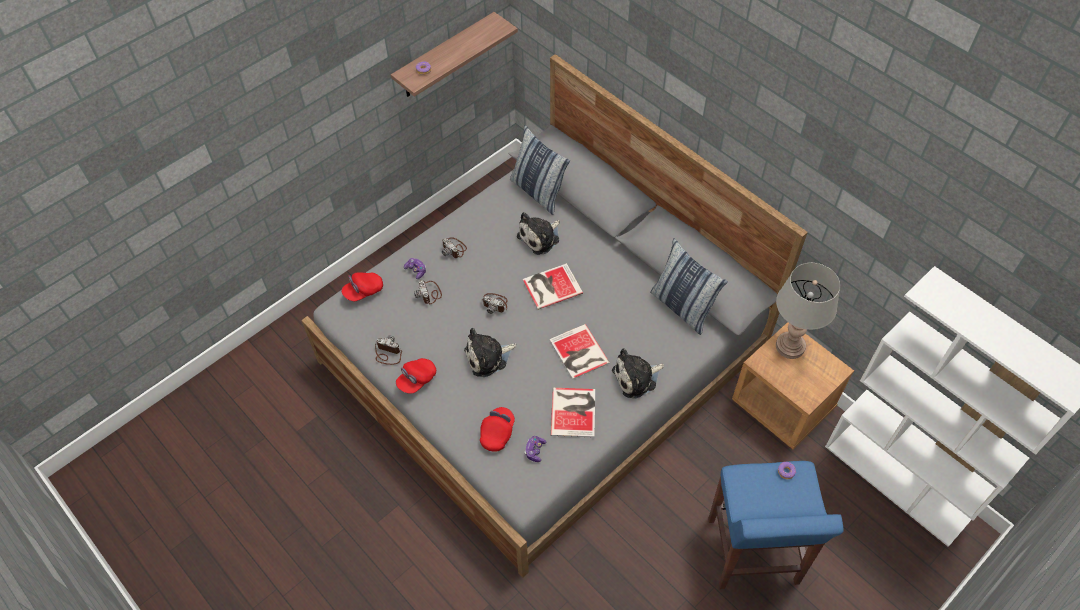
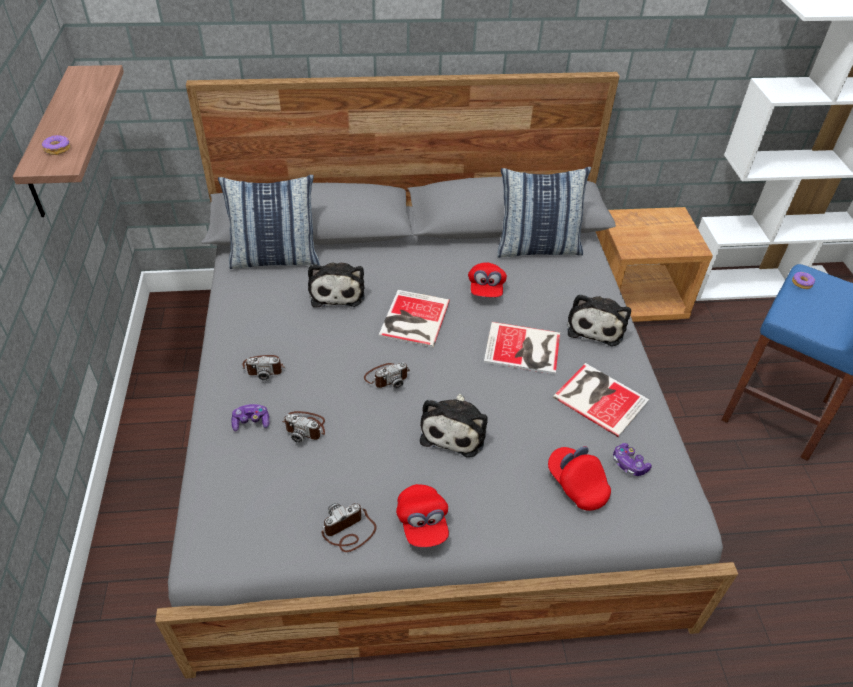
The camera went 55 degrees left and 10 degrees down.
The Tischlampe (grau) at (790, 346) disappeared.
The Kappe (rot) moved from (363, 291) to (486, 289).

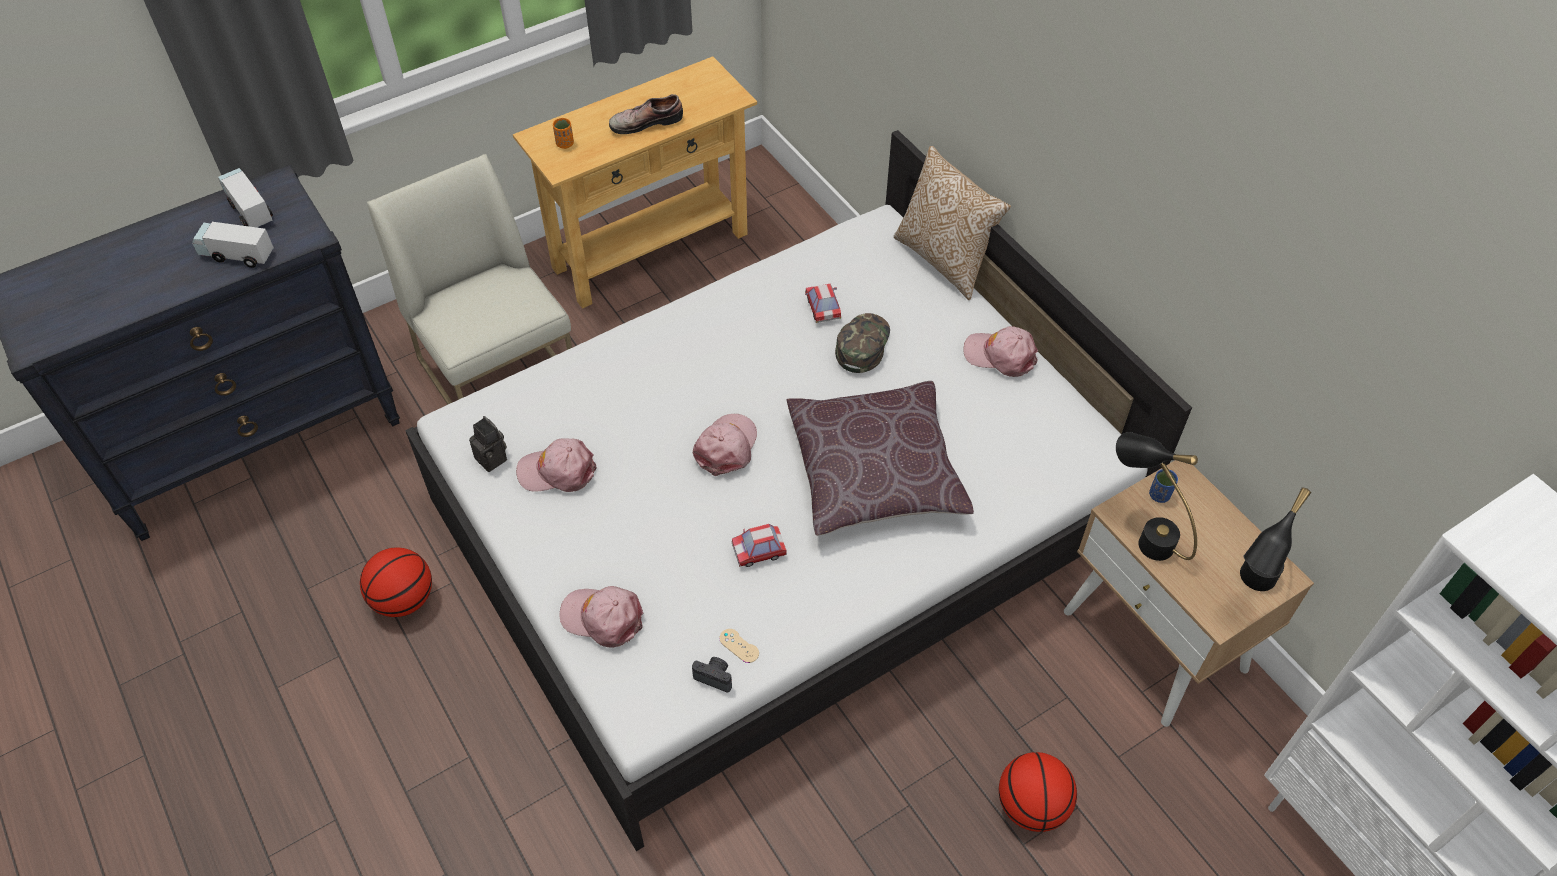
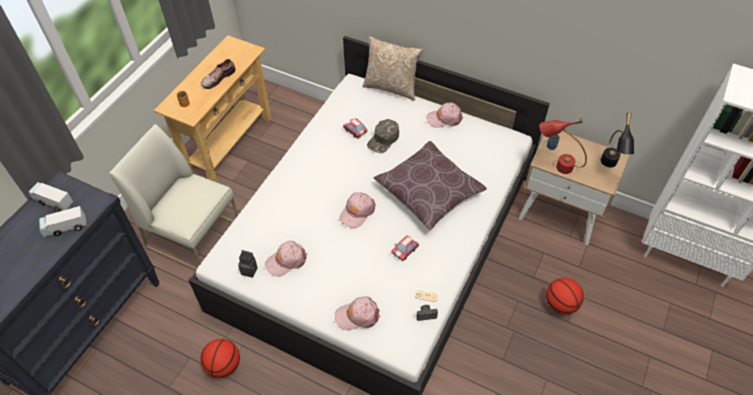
The camera went 30 degrees left and 0 degrees up.
The Tischlampe (schwarz) at (1142, 534) became the Tischlampe (rot) at (556, 165).
The Kappe (rosa) at (726, 447) turned 135 degrees counterclockwise.
The Kappe (grün) at (862, 344) turned 135 degrees counterclockwise.

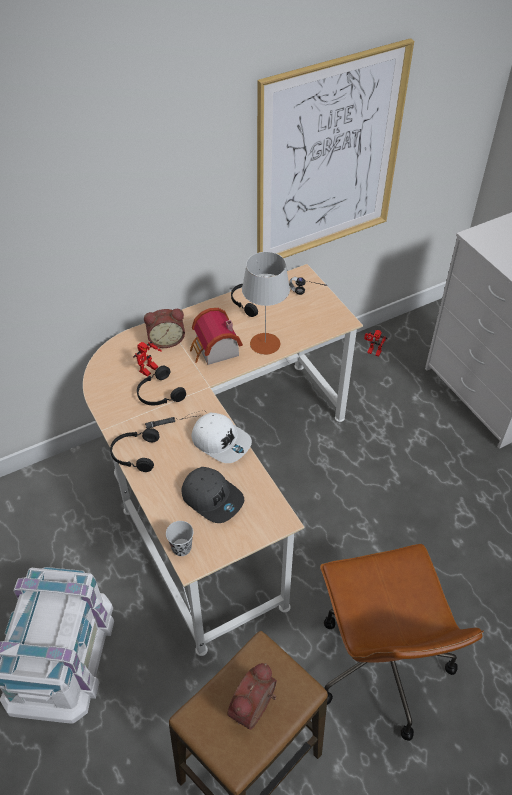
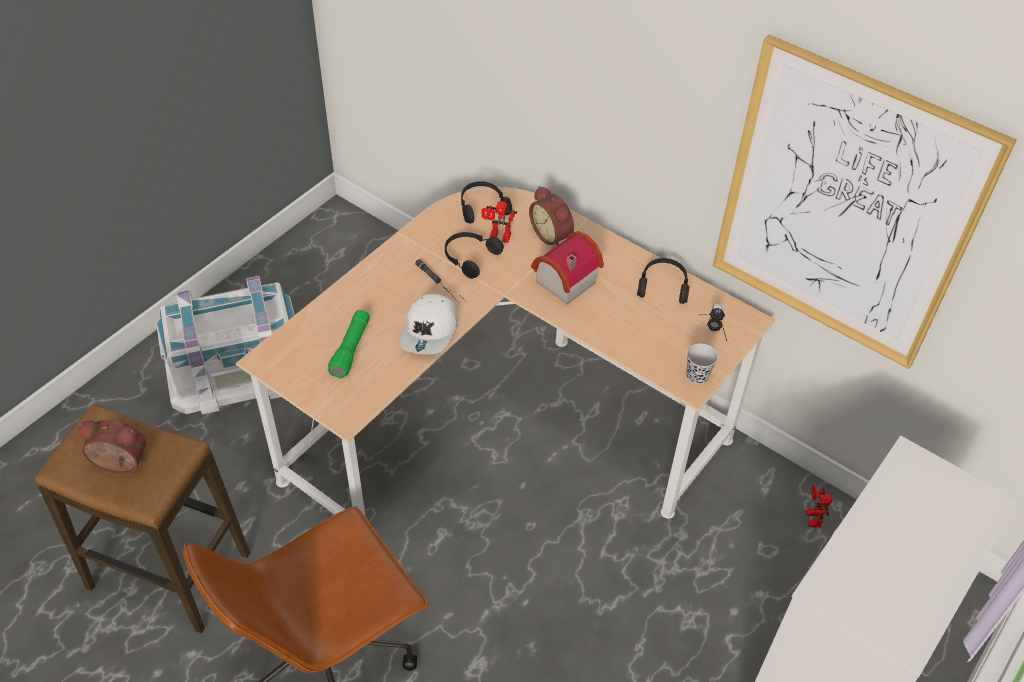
The camera went 65 degrees right and 0 degrees up.
The Tischlampe (grau) at (265, 343) disappeared.
The Kopfhörer (schwarz) moved from (134, 454) to (482, 206).
The Tasse (schwarz) moved from (181, 548) to (697, 376).
The Kappe (grau) at (212, 498) was replaced by the Taschenlampe (grün) at (351, 349).

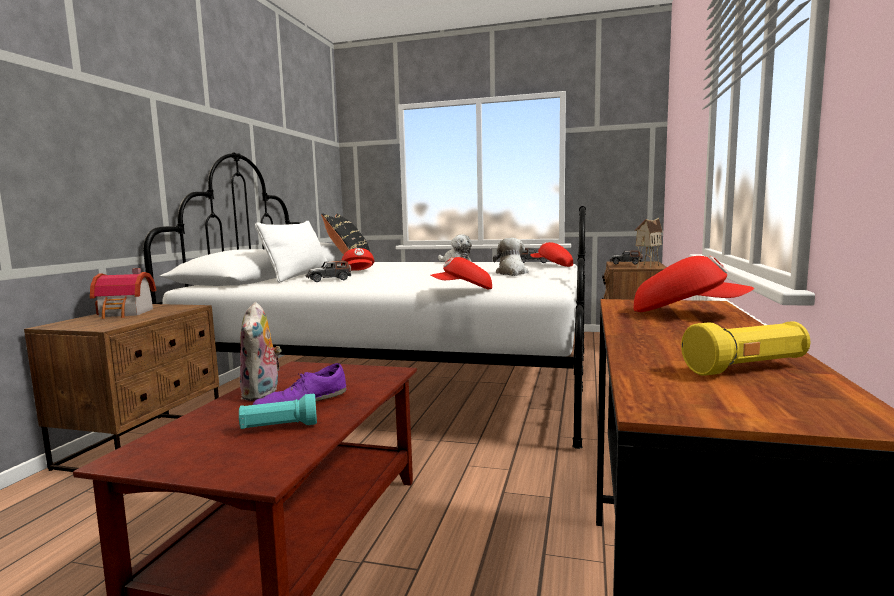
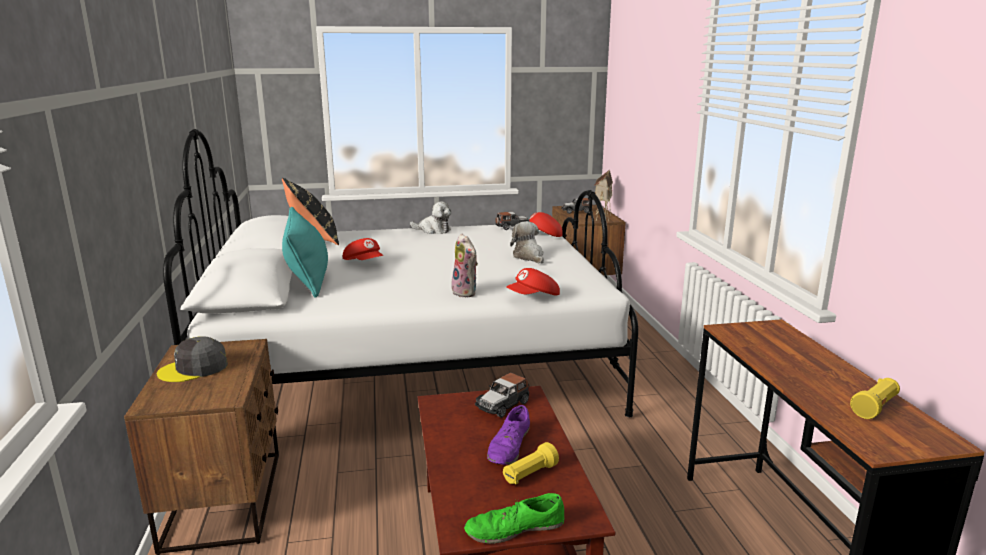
The camera went 25 degrees left and 10 degrees up.
The Kappe (rot) at (687, 313) disappeared.
The Schuh (grün) at (514, 528) appeared.
The Plüschtier moved from (262, 394) to (466, 292).
The Spielzeugauto moved from (329, 280) to (503, 405).
The Spielzeughaus at (126, 313) was replaced by the Kappe (grau) at (194, 368).
The Taschenlampe (türkis) at (279, 427) became the Taschenlampe (gelb) at (529, 474).
The Kissen (weiß) at (298, 276) became the Kissen (türkis) at (308, 278).

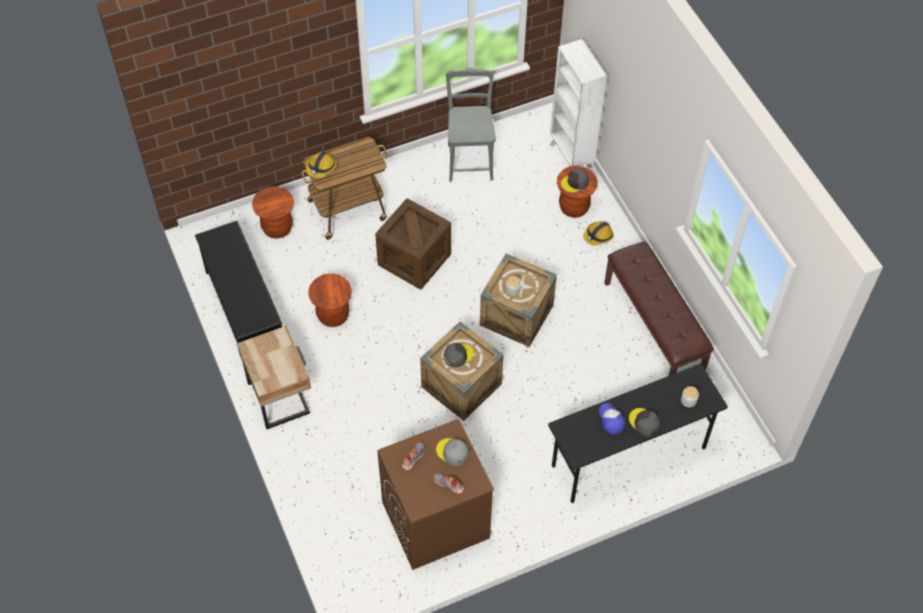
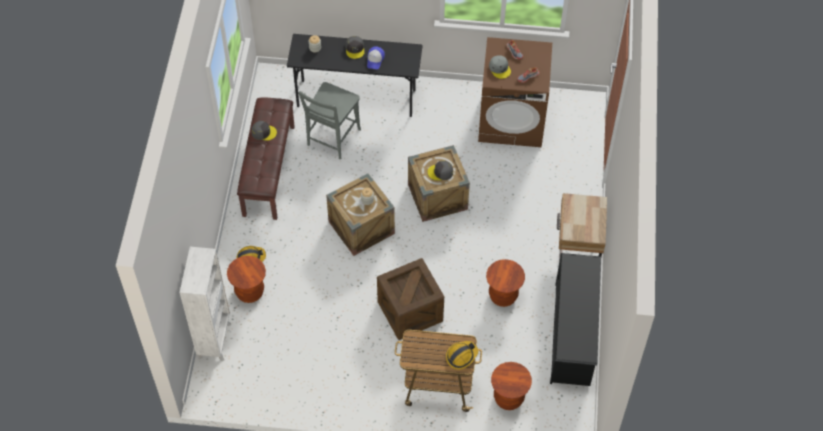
The camera went 150 degrees left and 0 degrees up.
The Stuhl (grau) moved from (470, 159) to (332, 139).
The Kappe (grau) moved from (575, 183) to (263, 132).

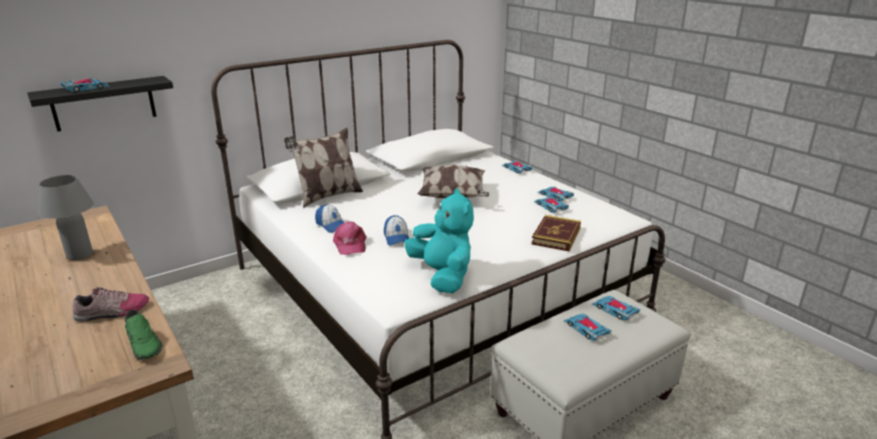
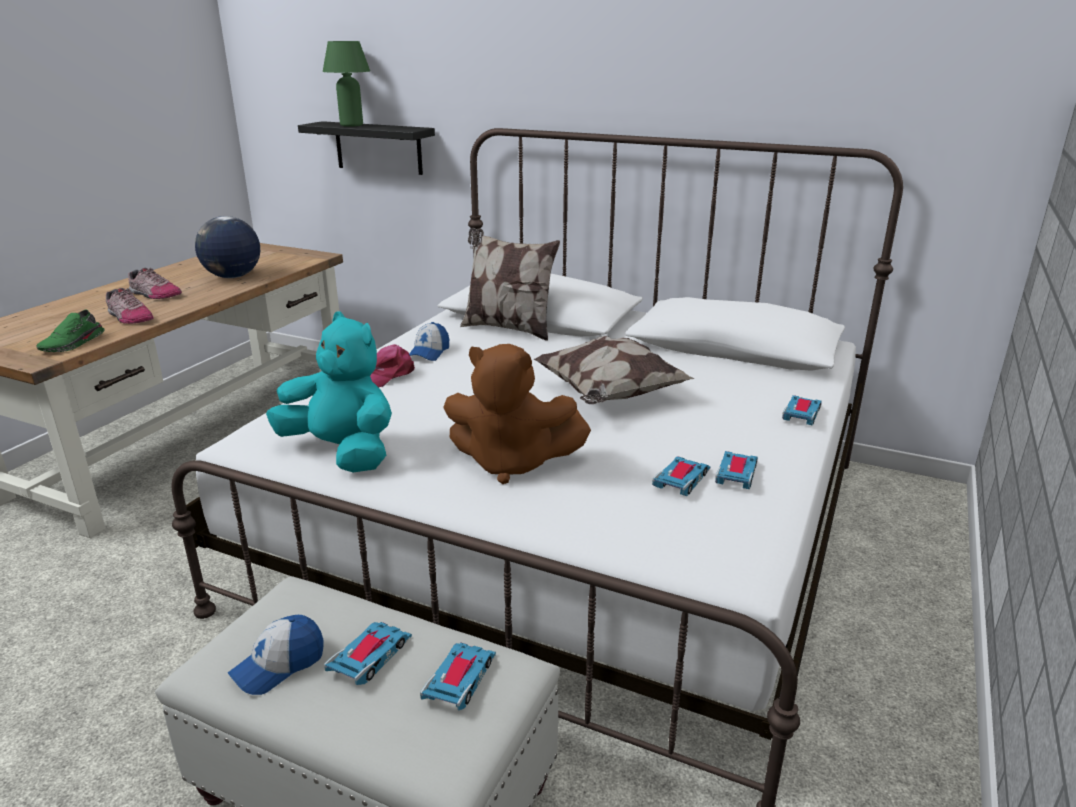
The camera went 60 degrees right and 0 degrees up.
The Buch at (556, 236) disappeared.
The Schuh at (154, 295) appeared.
The Plüschtier (braun) at (511, 463) appeared.
The Kappe moved from (396, 238) to (279, 665).
The Tischlampe (grau) at (80, 255) was replaced by the Globus at (232, 277).
The Spielzeugauto at (86, 88) was replaced by the Tischlampe (grün) at (351, 125).
The Plüschtier (türkis) at (442, 276) turned 90 degrees counterclockwise.

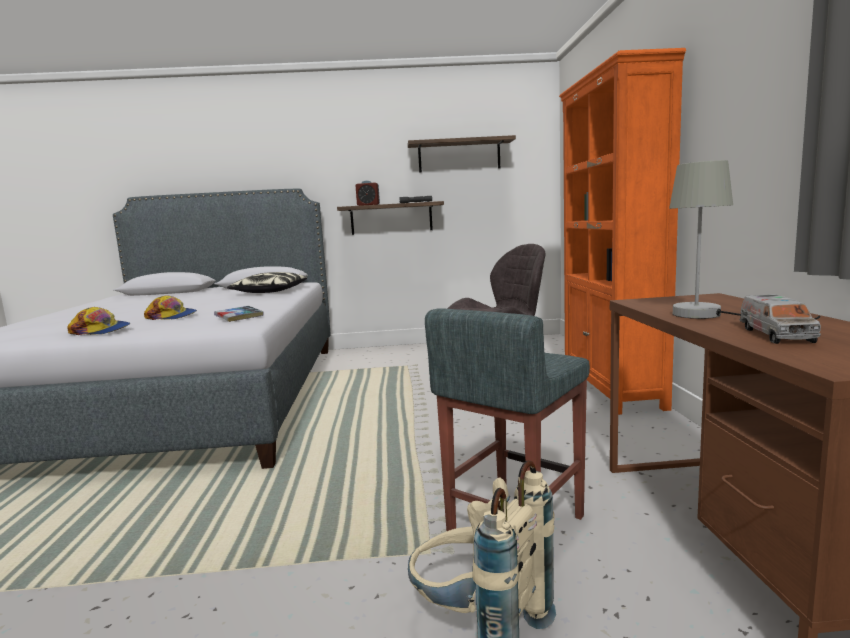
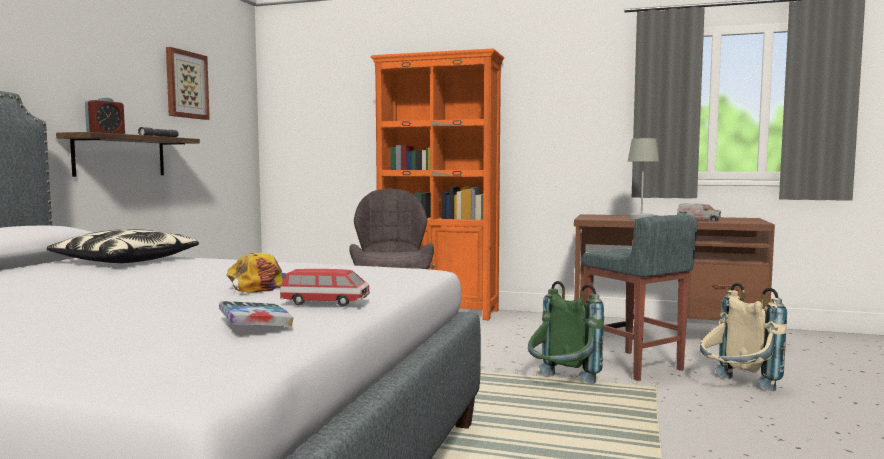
The camera went 70 degrees left and 5 degrees down.
The Rucksack (grün) at (561, 385) appeared.
The Buch moved from (239, 317) to (255, 322).
The Kappe at (101, 331) was replaced by the Spielzeugauto at (325, 303).
The Wandregal at (459, 156) was replaced by the Bild at (186, 85).

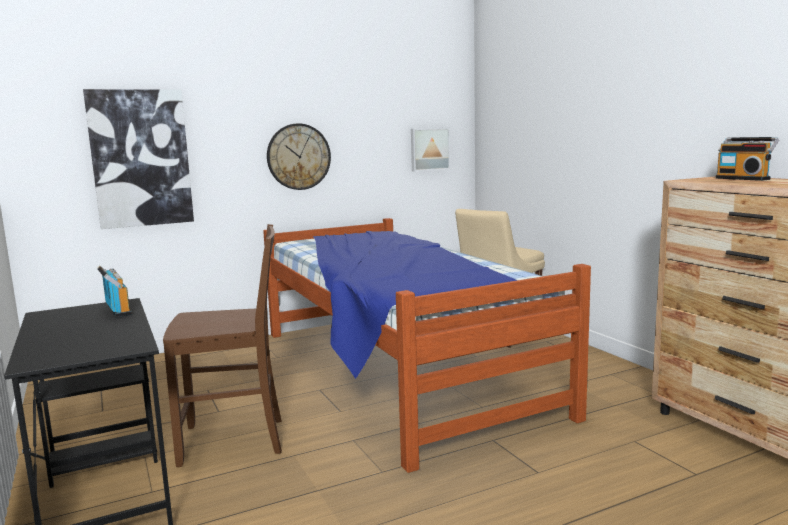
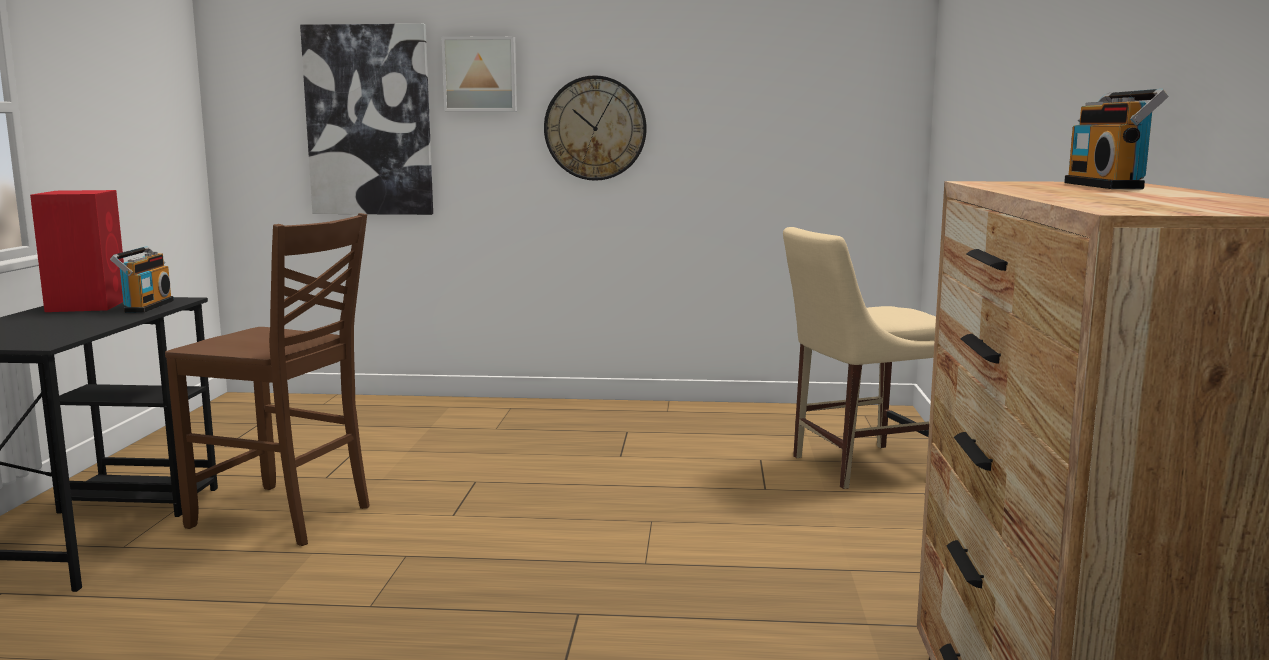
The camera went 30 degrees right and 0 degrees up.
The Bett at (396, 370) disappeared.
The Lautsprecher (rot) at (88, 305) appeared.
The Bild moved from (429, 149) to (480, 74).

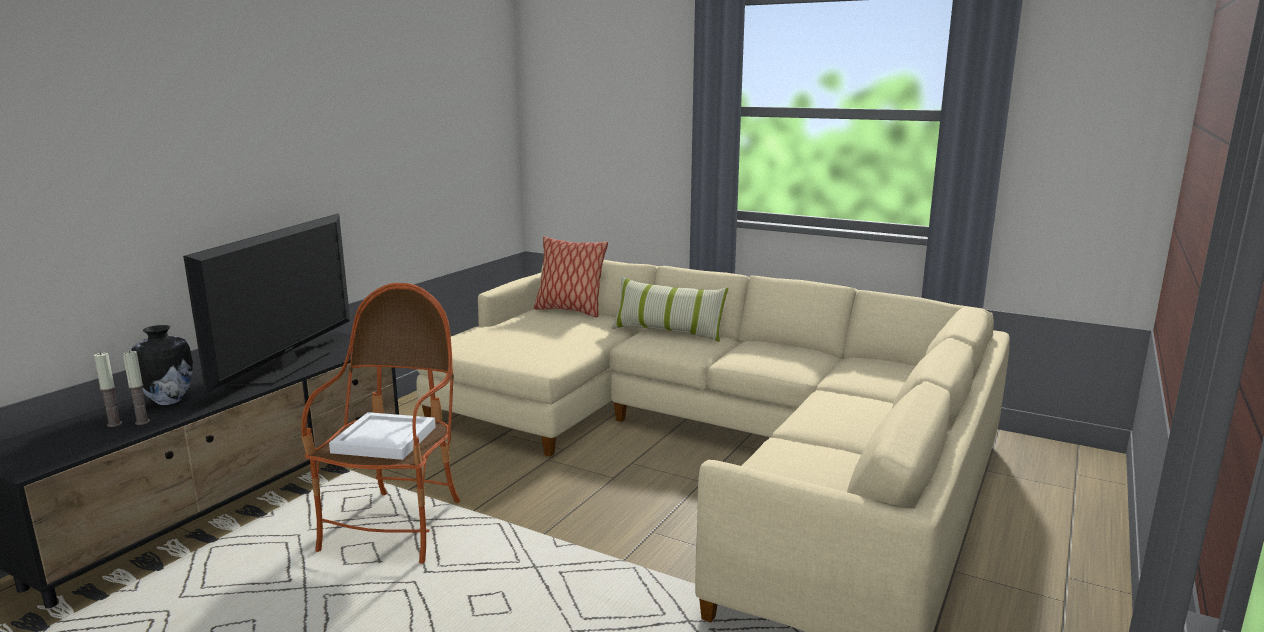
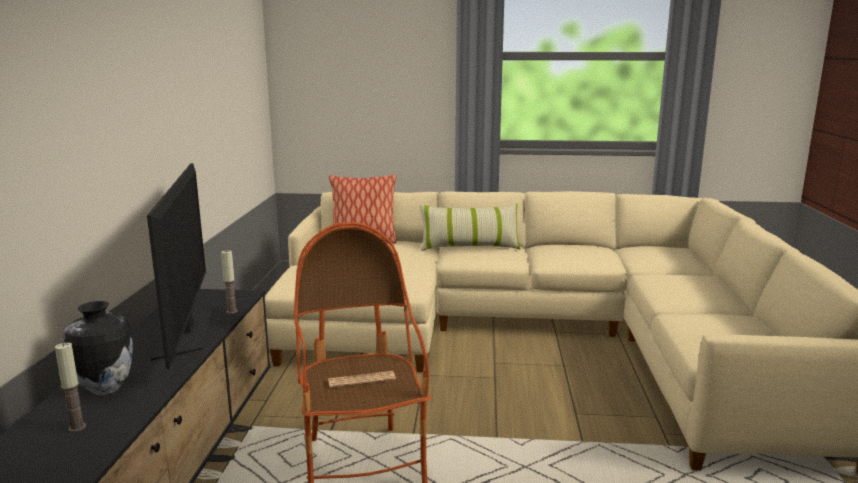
The camera went 25 degrees left and 0 degrees up.
The Kerze moved from (142, 422) to (232, 311).
The Tablett (weiß) at (386, 439) was replaced by the Zeitung at (361, 380).

